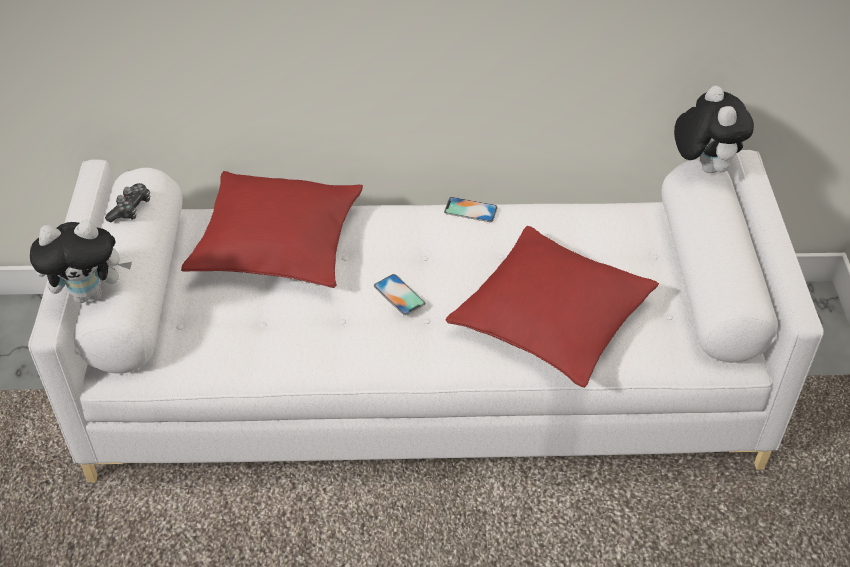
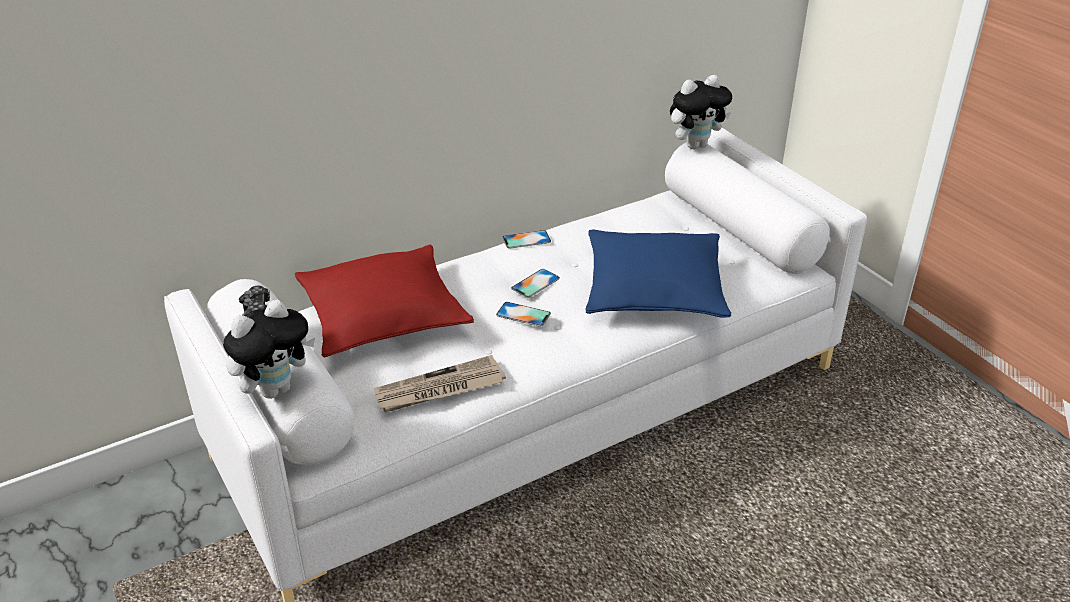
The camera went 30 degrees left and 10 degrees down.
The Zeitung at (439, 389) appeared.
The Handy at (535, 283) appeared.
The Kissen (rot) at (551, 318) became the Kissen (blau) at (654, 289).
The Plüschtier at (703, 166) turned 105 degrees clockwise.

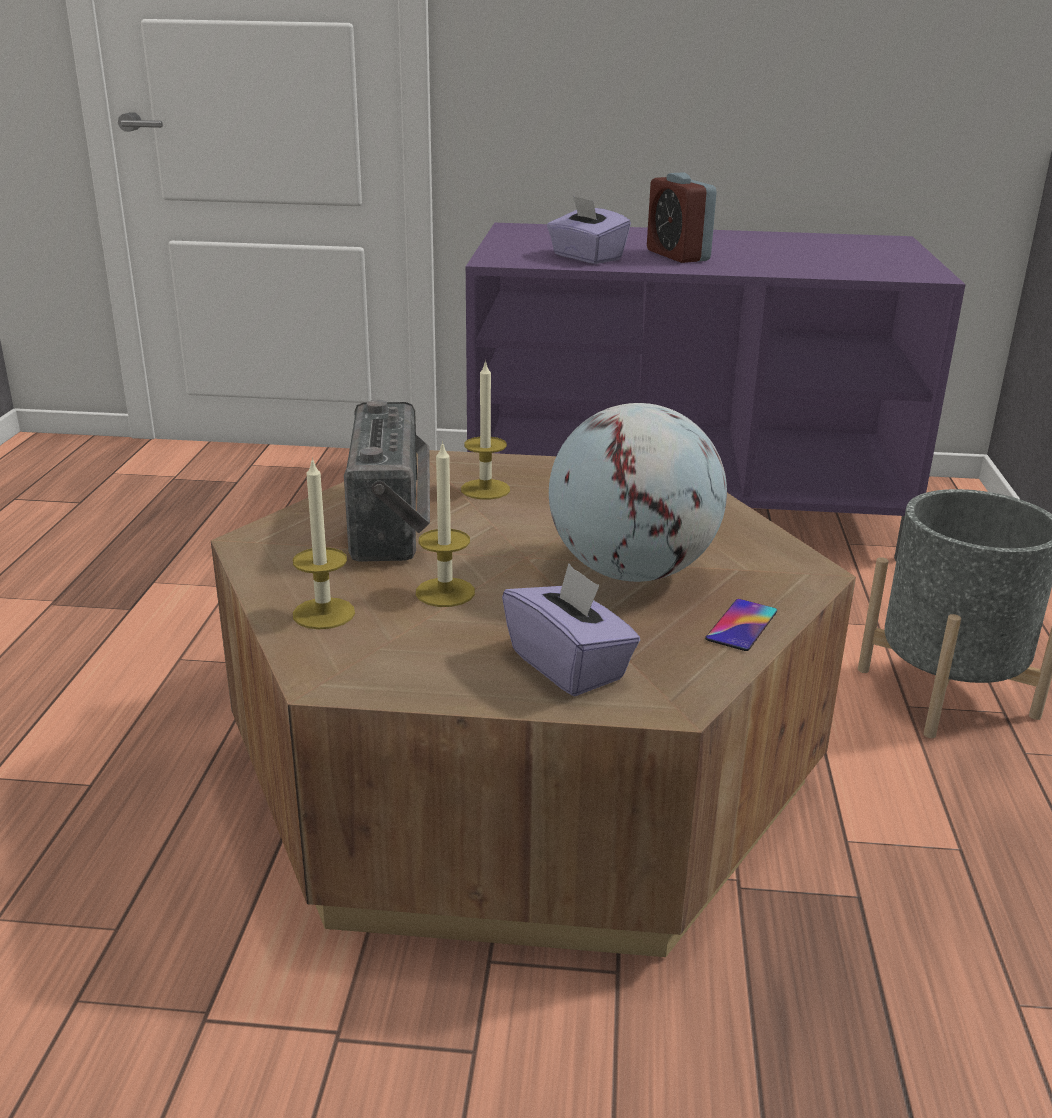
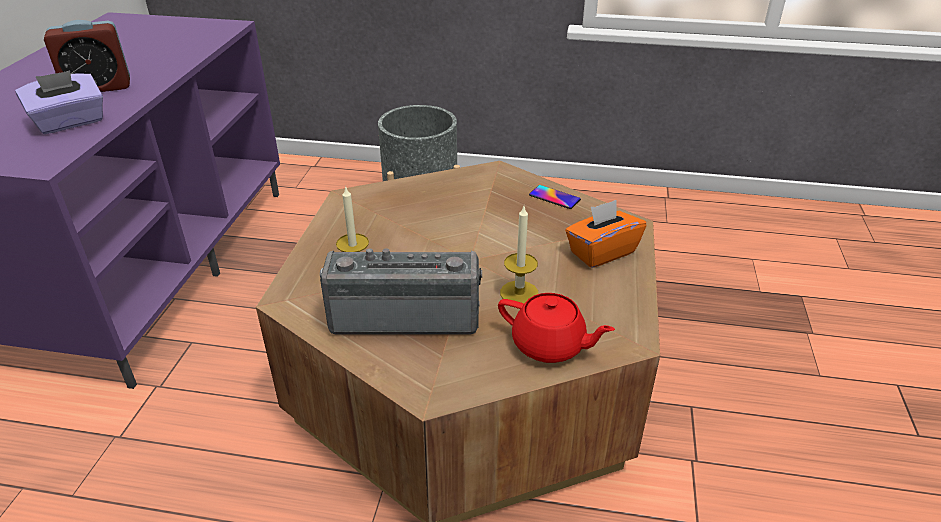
The camera went 85 degrees left and 10 degrees up.
The Globus at (632, 572) disappeared.
The Kerze at (323, 613) was replaced by the Teekanne (rot) at (550, 345).
The Taschentuchbox (lila) at (569, 665) became the Taschentuchbox (orange) at (601, 252).

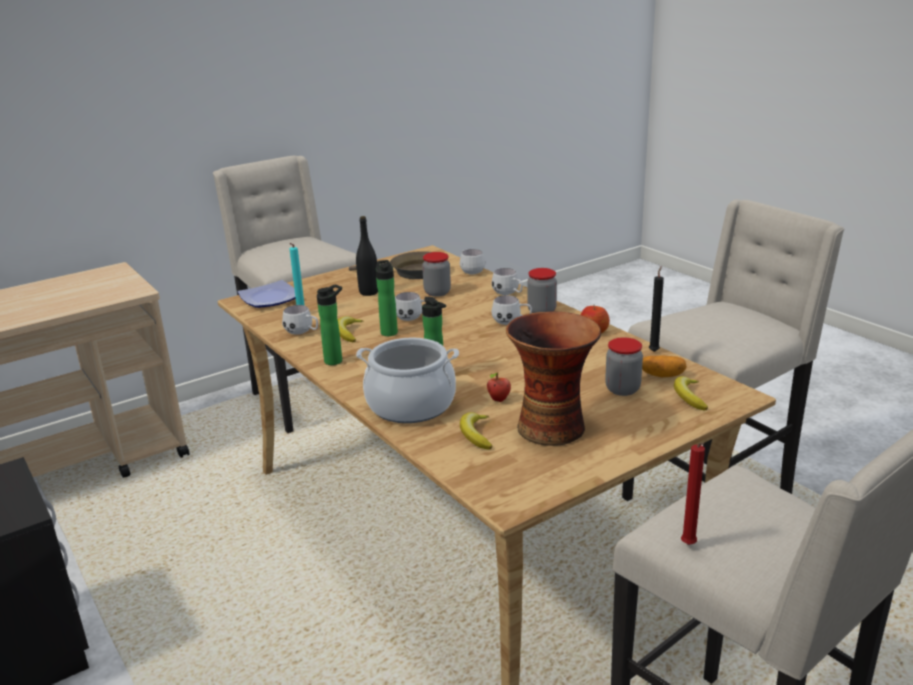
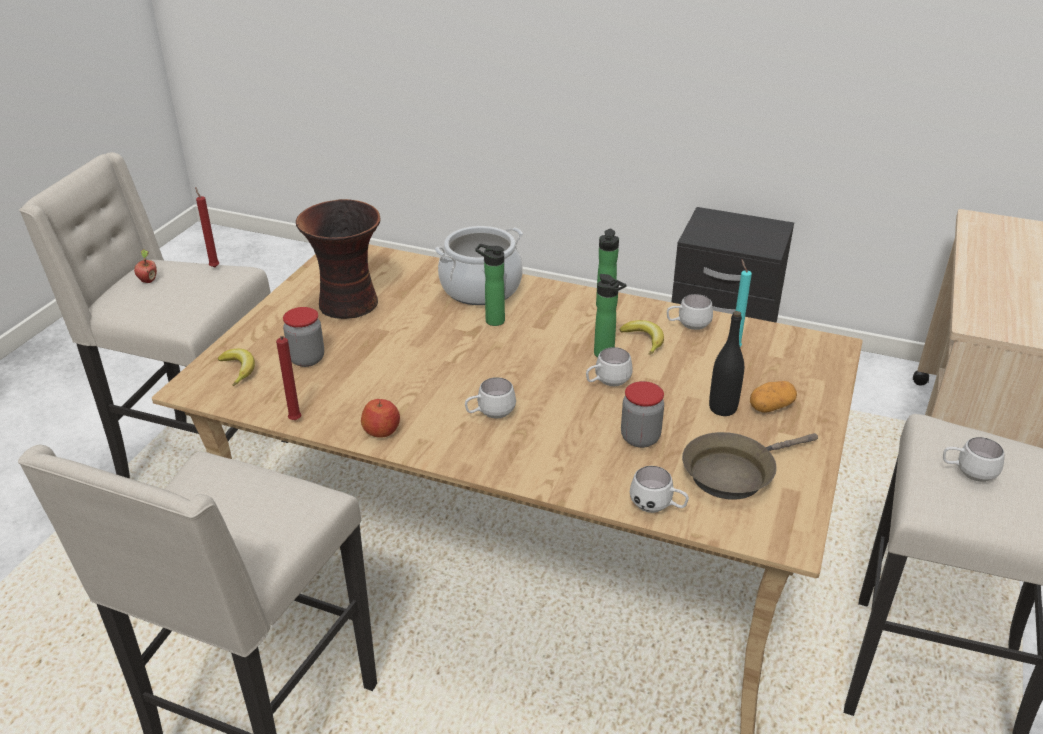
The camera went 145 degrees right and 10 degrees up.
The Teller at (270, 298) disappeared.
The Banane at (476, 435) disappeared.
The Vorratsglas at (541, 311) disappeared.
The Apfel moved from (499, 400) to (148, 280).
The Henkelbecher (weiß) moved from (508, 294) to (967, 473).
The Kartoffel moved from (662, 375) to (771, 407).
The Kerze (schwarz) at (654, 351) became the Kerze (rot) at (295, 421).

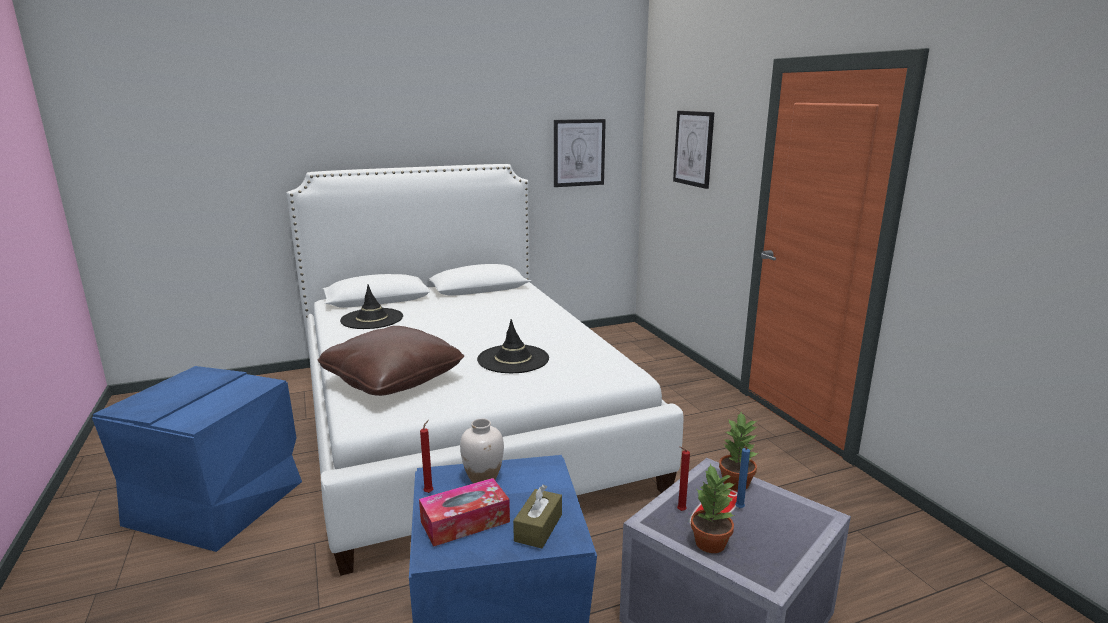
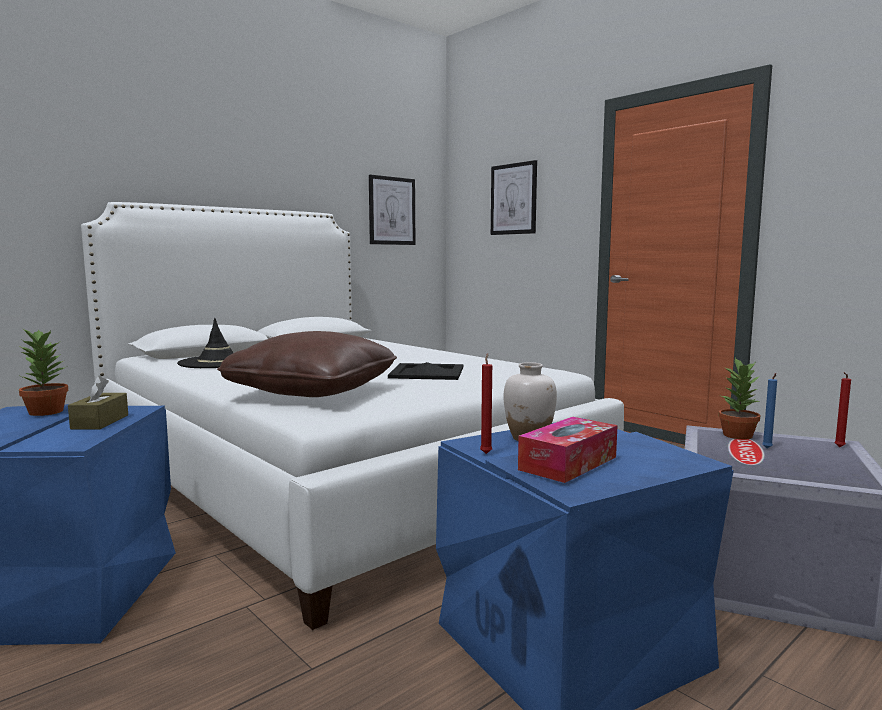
The camera went 20 degrees left and 10 degrees down.
The Taschentuchbox (braun) moved from (538, 528) to (100, 422).
The Kerze (rot) moved from (680, 511) to (838, 447).
The Topfpflanze moved from (709, 543) to (45, 412).
The Hut (schwarz) at (513, 359) was replaced by the Tablett (schwarz) at (427, 372).

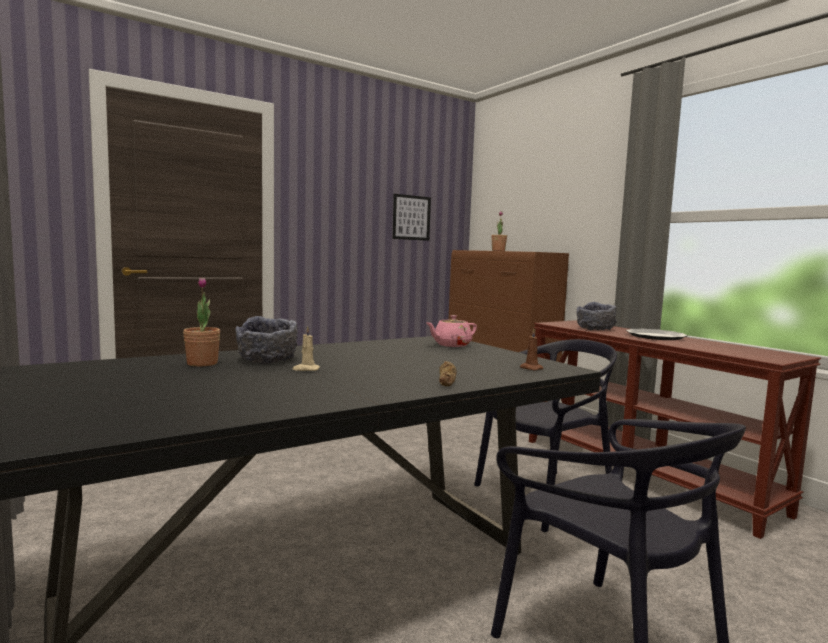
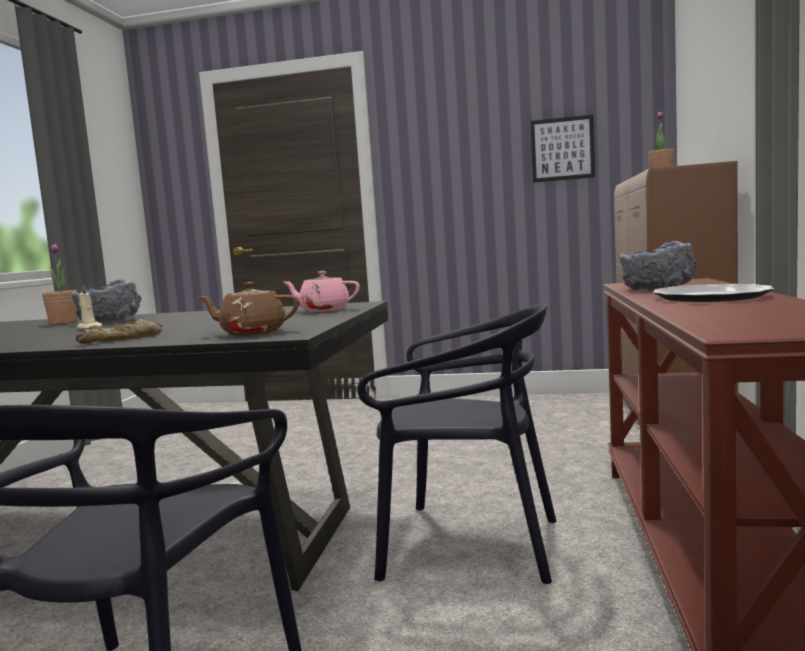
The camera went 45 degrees right and 0 degrees up.
The Kerze (braun) at (530, 368) was replaced by the Teekanne (braun) at (252, 333).

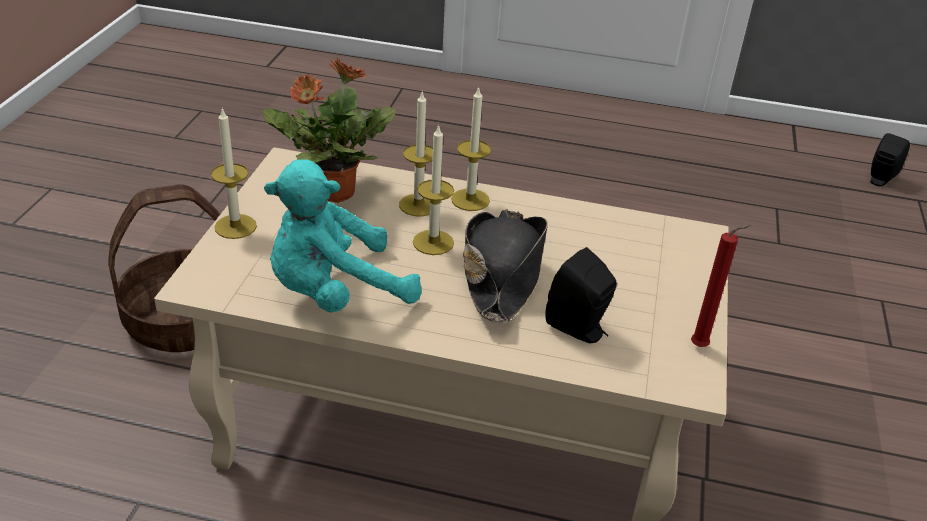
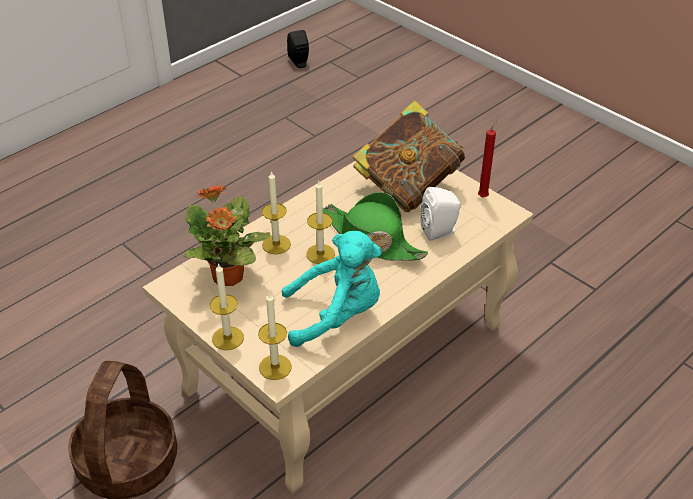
The camera went 55 degrees left and 5 degrees up.
The Buch at (408, 187) appeared.
The Kerze moved from (470, 200) to (275, 367).
The Hut (schwarz) at (502, 273) became the Hut (grün) at (372, 239).
The Lautsprecher (schwarz) at (579, 329) became the Lautsprecher (weiß) at (440, 231).
The Plüschtier (türkis) at (335, 293) turned 105 degrees counterclockwise.

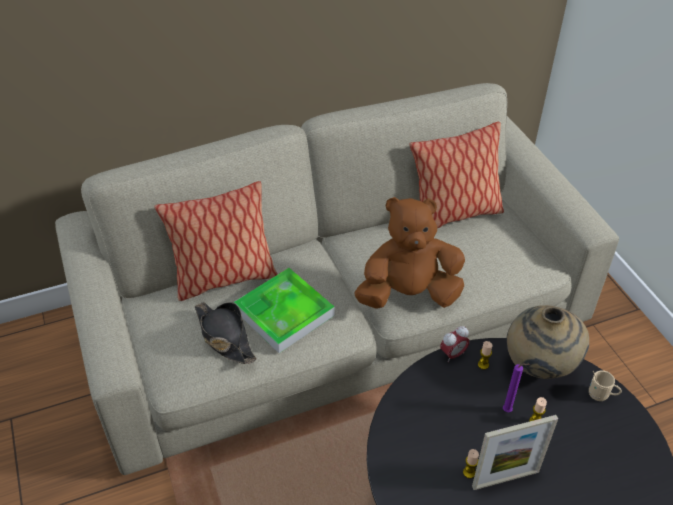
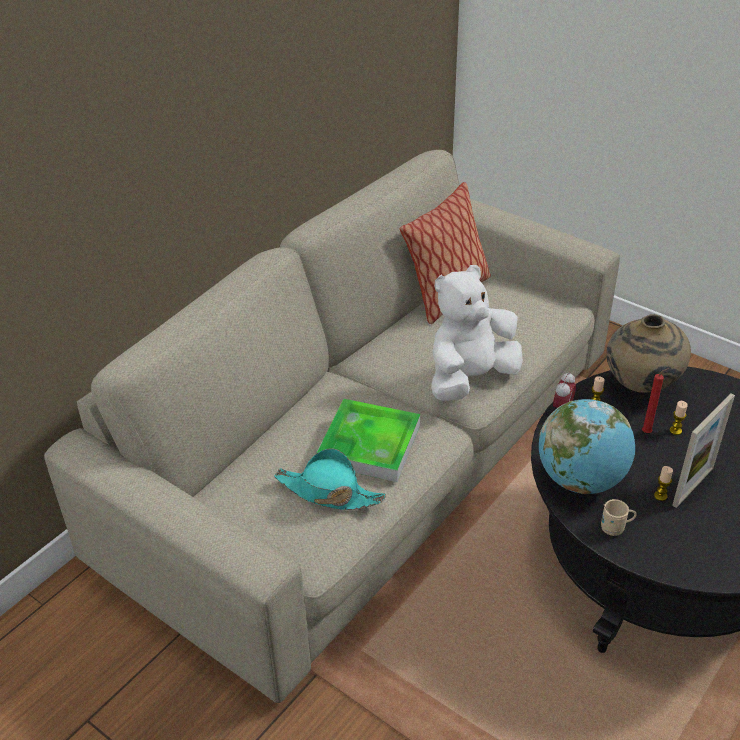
The camera went 30 degrees left and 5 degrees down.
The Kissen at (224, 278) disappeared.
The Globus at (581, 479) appeared.
The Henkelbecher (beige) moved from (601, 395) to (615, 528).
The Hut (schwarz) at (224, 337) became the Hut (türkis) at (328, 492).
The Plüschtier (braun) at (408, 294) became the Plüschtier (weiß) at (470, 378).
The Kerze (lila) at (508, 411) became the Kerze (rot) at (648, 432).

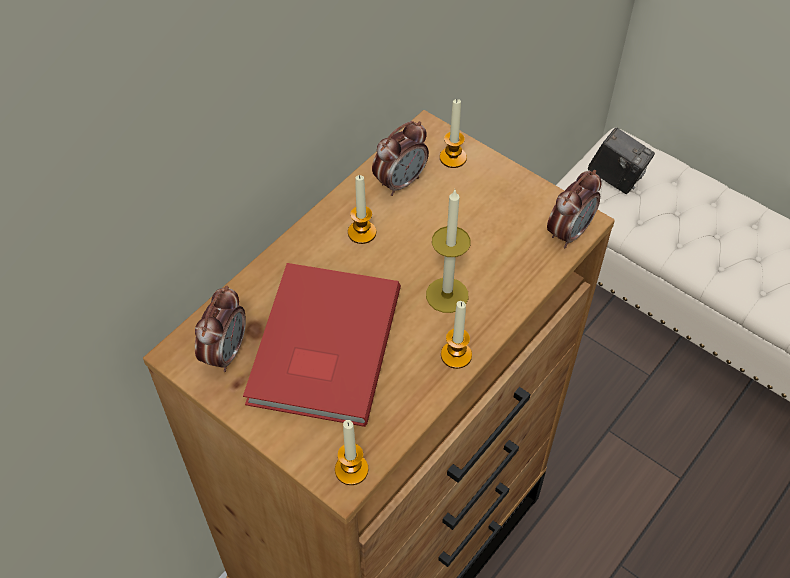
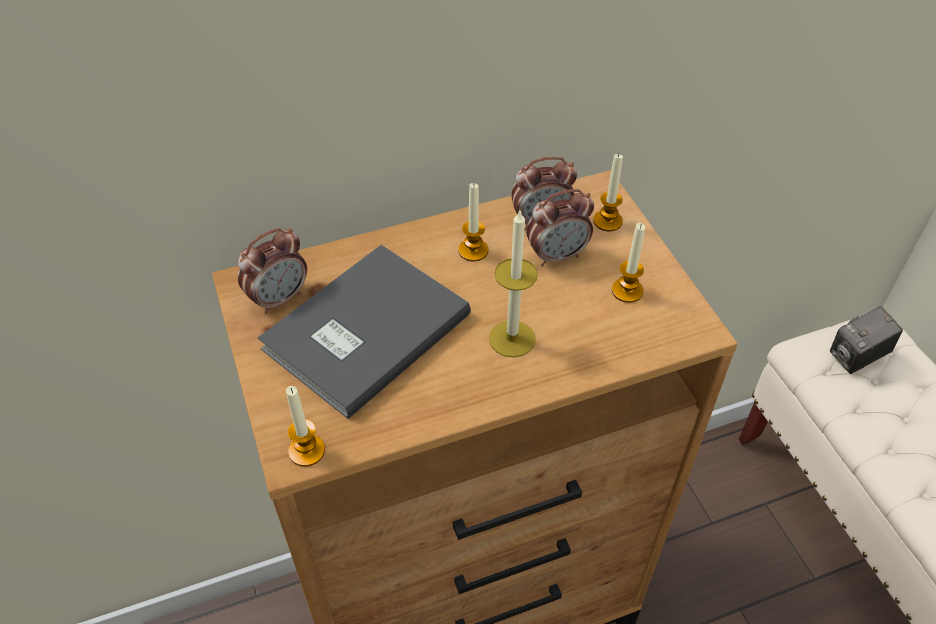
The camera went 30 degrees right and 5 degrees down.
The Kerze moved from (456, 355) to (627, 291).
The Wecker moved from (569, 232) to (557, 256).
The Buch (rot) at (320, 347) became the Buch (grau) at (361, 331).
The Kamera at (616, 178) turned 90 degrees clockwise.

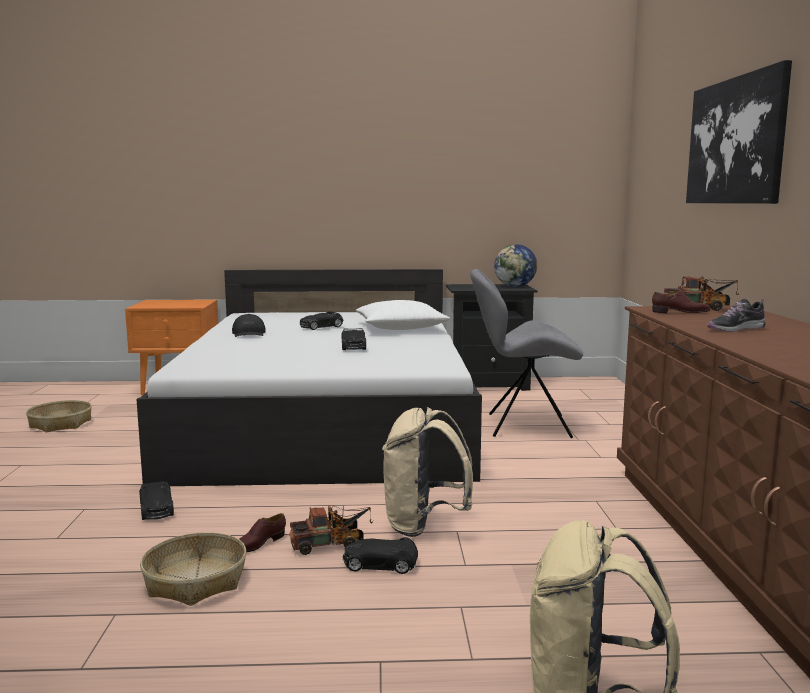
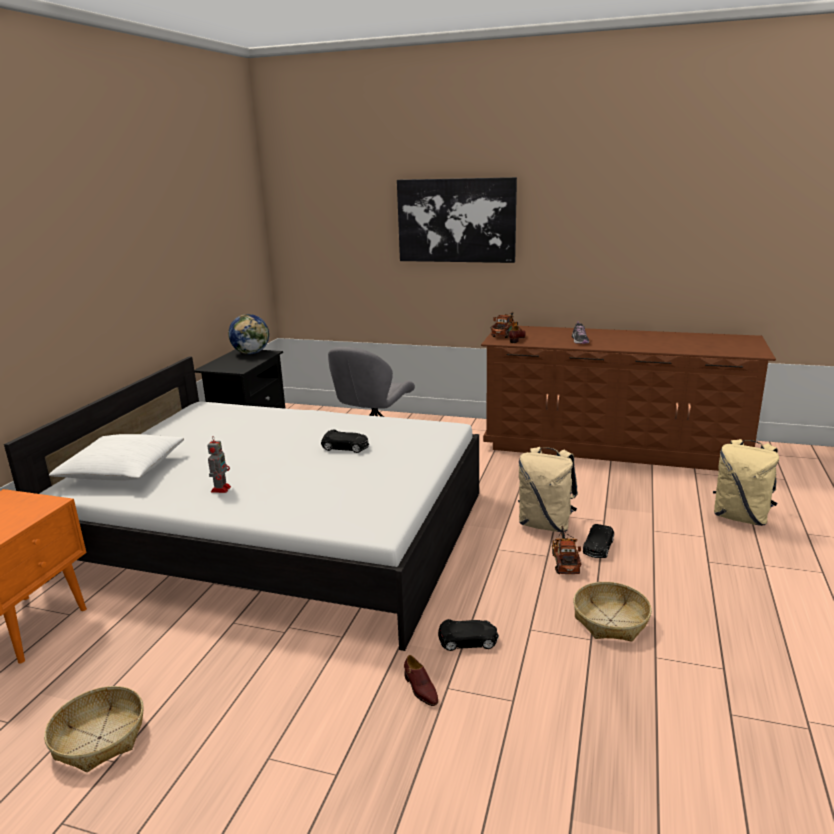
The camera went 70 degrees left and 10 degrees up.
The Spielzeugauto (schwarz) at (320, 327) disappeared.
The Schuh (braun) moved from (259, 544) to (420, 689).
The Kissen (weiß) moved from (400, 328) to (122, 470).
The Kappe (schwarz) at (249, 333) was replaced by the Spielzeugroboter at (221, 489).

